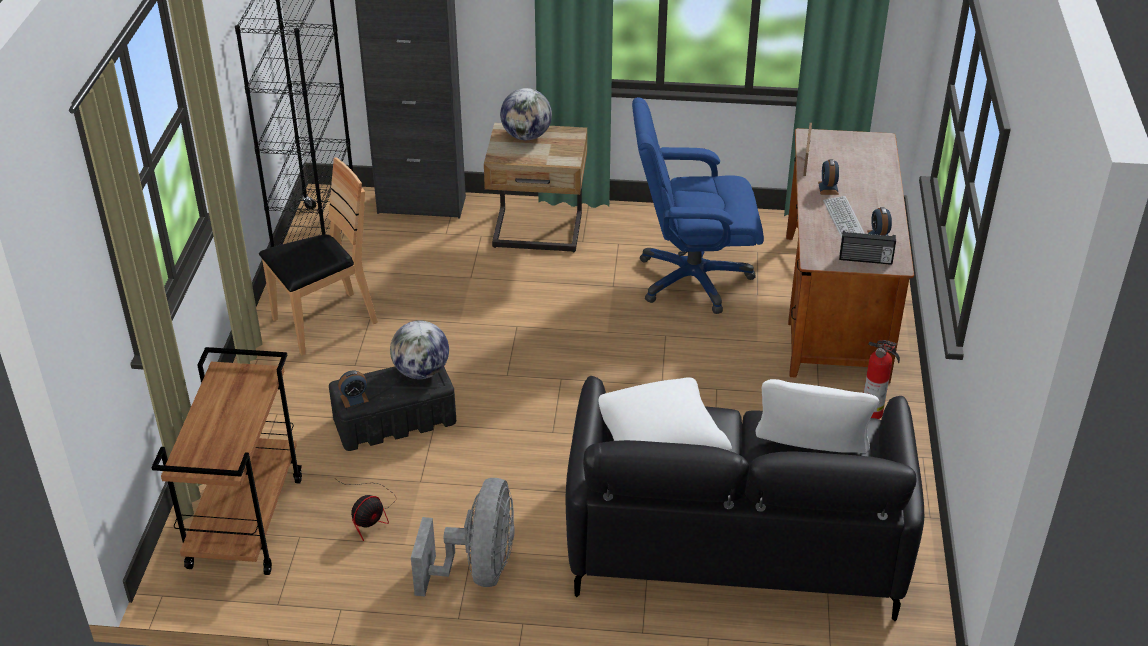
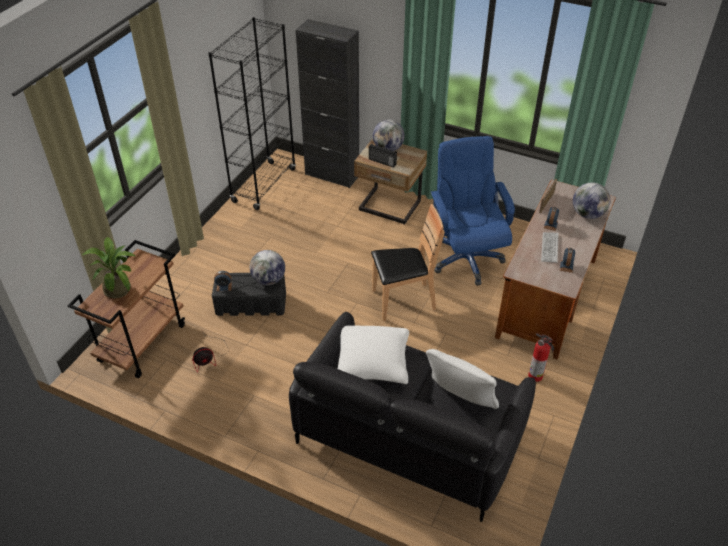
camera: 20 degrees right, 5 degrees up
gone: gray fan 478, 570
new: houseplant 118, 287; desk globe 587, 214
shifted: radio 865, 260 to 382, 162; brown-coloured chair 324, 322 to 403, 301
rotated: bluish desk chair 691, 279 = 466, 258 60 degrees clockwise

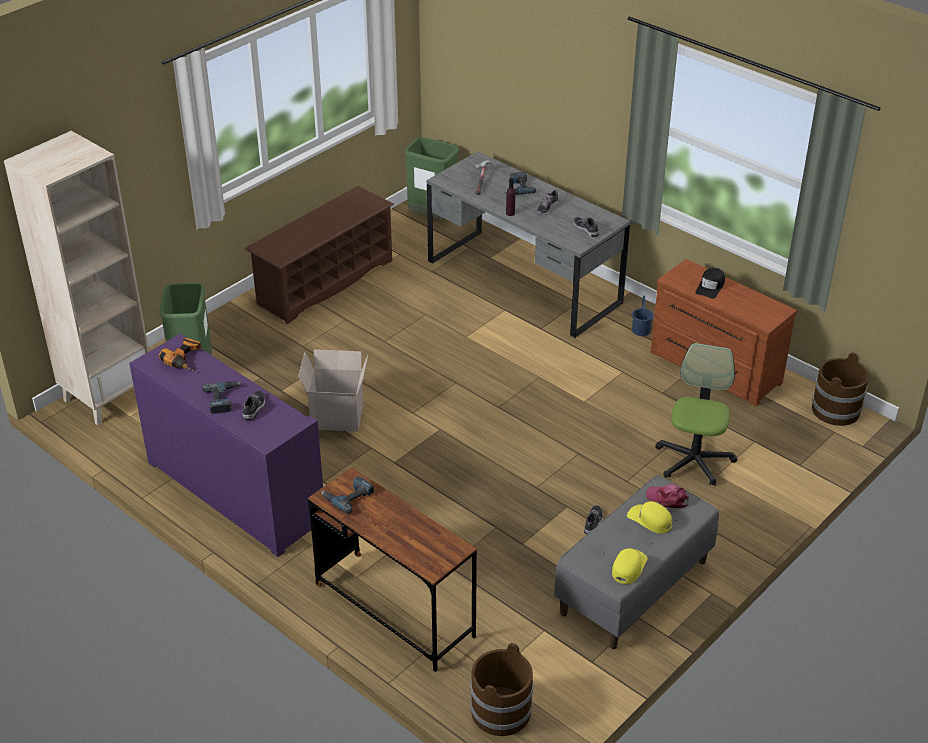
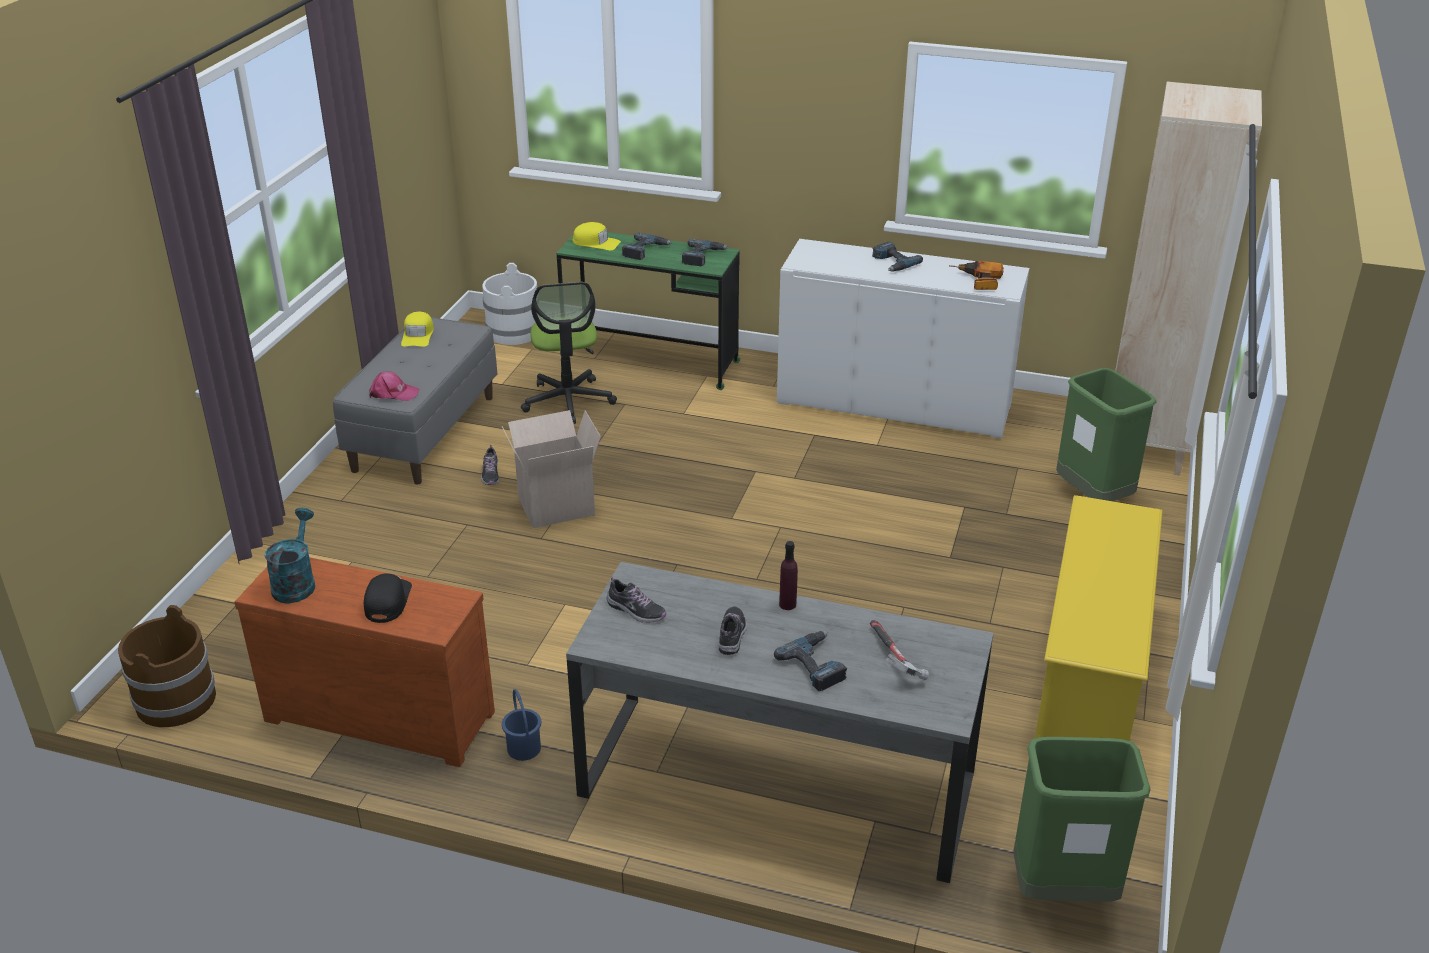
camera: 155 degrees right, 5 degrees down
gone: item of footwear 254, 408
new: turquoise sprinkling can 296, 583; electric drill 645, 250
shifted: carton 336, 418 to 557, 505; desk chair 694, 460 to 568, 401; yellow peaked cap 650, 520 to 596, 243
repainted: brown-coloured water bucket 501, 710 to whitish water bucket 514, 332; brown-coloured desk unit 394, 610 to green-coloured desk unit 651, 364; purple cupboard 235, 491 to whitish cupboard 894, 404; brown-coloured shoe stand 325, 282 to yellow shoe stand 1089, 674

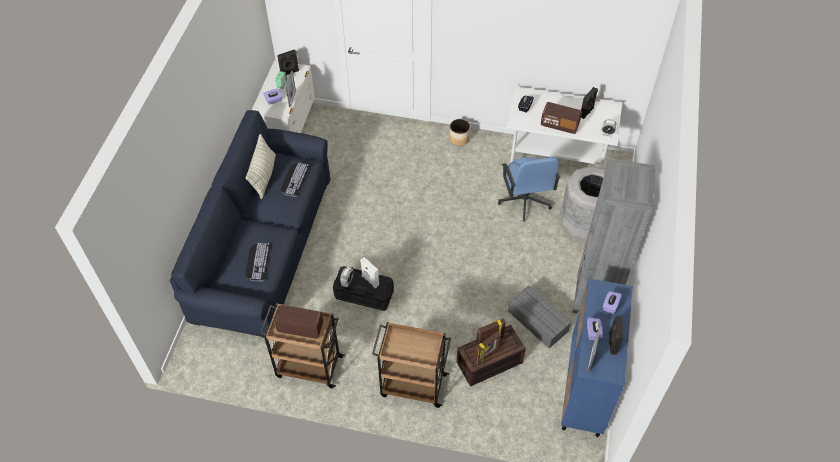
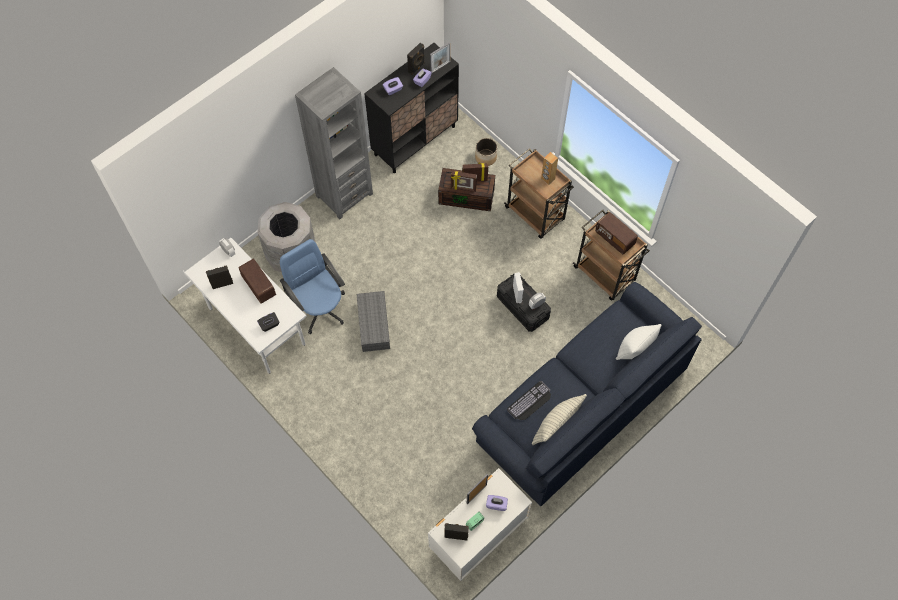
camera: 145 degrees left, 10 degrees up
gone: PC keyboard 257, 261
new: brown-coloured speaker 547, 179; whitish pillow 634, 349
shifted: gray storage box 539, 321 to 373, 324; plant pot 459, 139 to 485, 157
repainted: bluish cupboard 585, 388 to blackish cupboard 415, 140
rotated: bluish desk chair 524, 201 = 320, 307 60 degrees counterclockwise

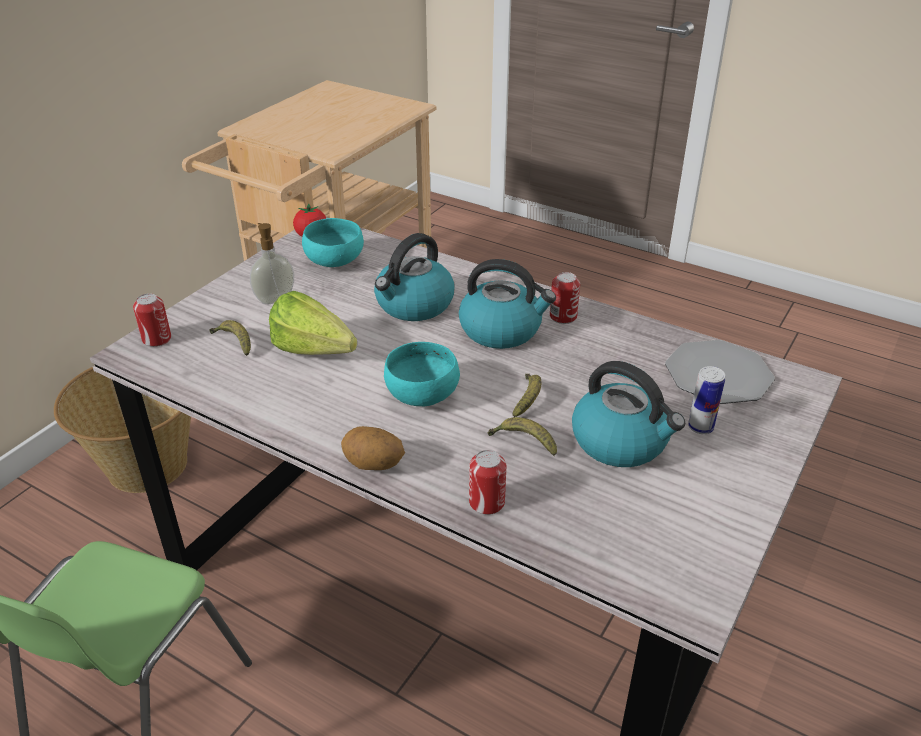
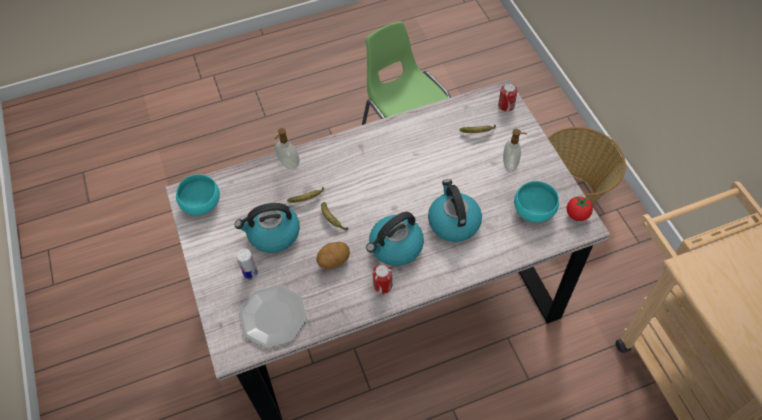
camera: 130 degrees right, 20 degrees up
gone: lettuce head 318, 354
shifted: turquoise deep dish 421, 394 to 202, 204; whole potato 373, 465 to 334, 261
swapped: can 486, 502 to soap dispenser 288, 164

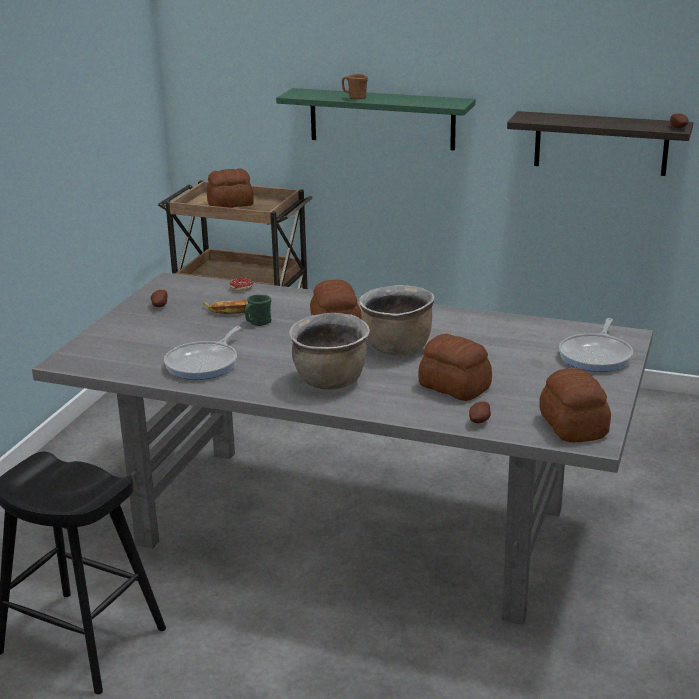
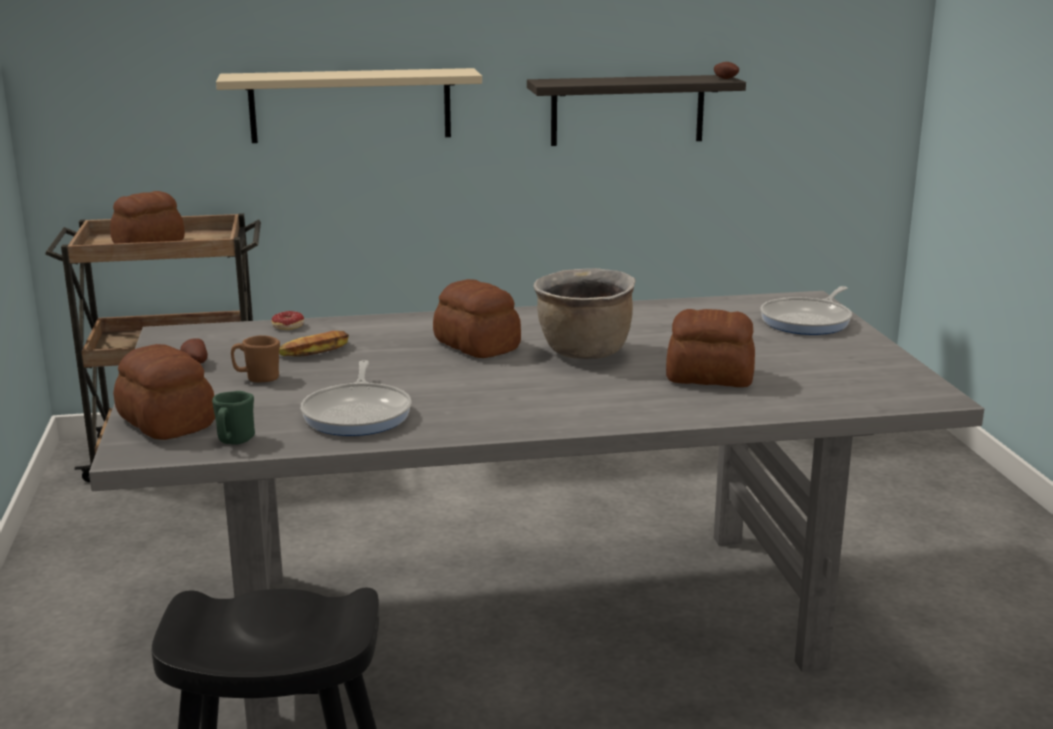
camera: 30 degrees left, 5 degrees down
gone: brown-coloured stockpot 330, 382; whole potato 480, 421
shifted: bread 573, 425 to 167, 421; green-coloured tea mug 258, 323 to 233, 441; brown-coloured tea mug 355, 98 to 258, 378
repainted: green-coloured bracket shelf 382, 119 to sand-coloured bracket shelf 350, 105
rotated: skillet 596, 356 = 808, 321 45 degrees clockwise

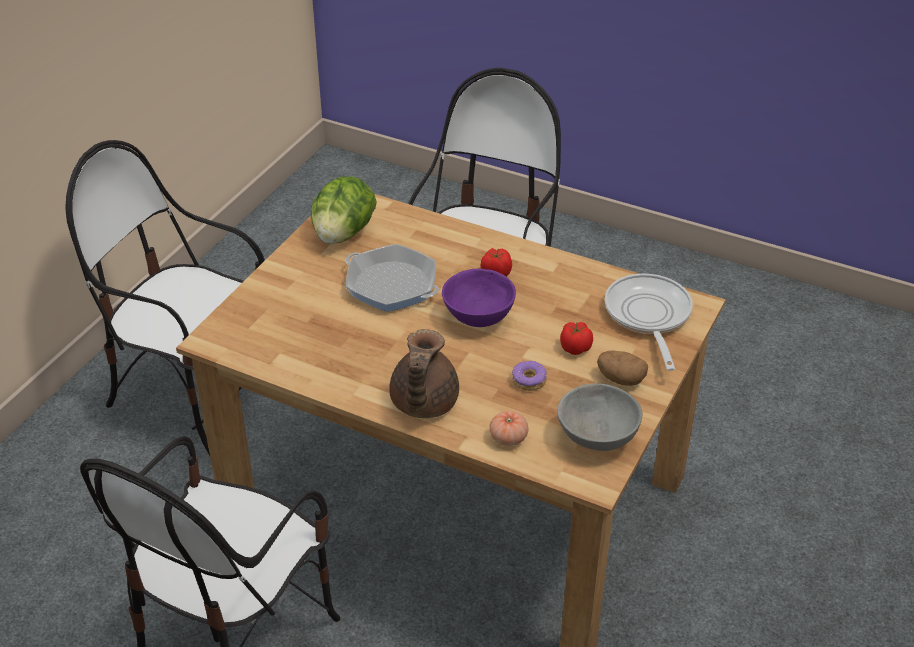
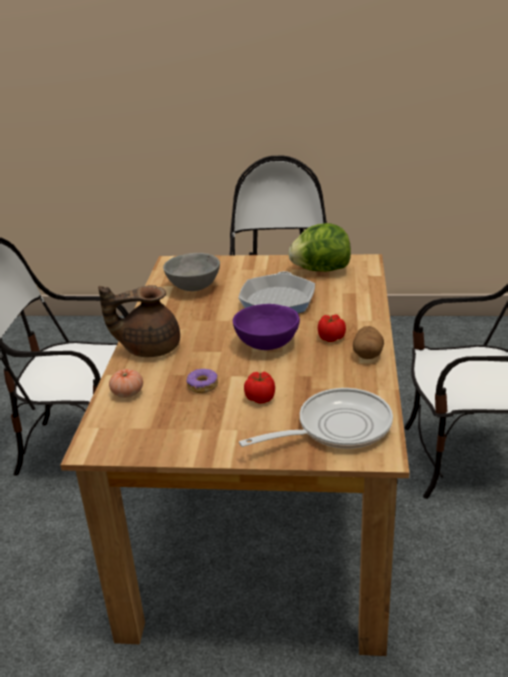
camera: 70 degrees right, 10 degrees down
shifted: gray deep dish 596, 439 to 193, 287; whole potato 620, 379 to 367, 354

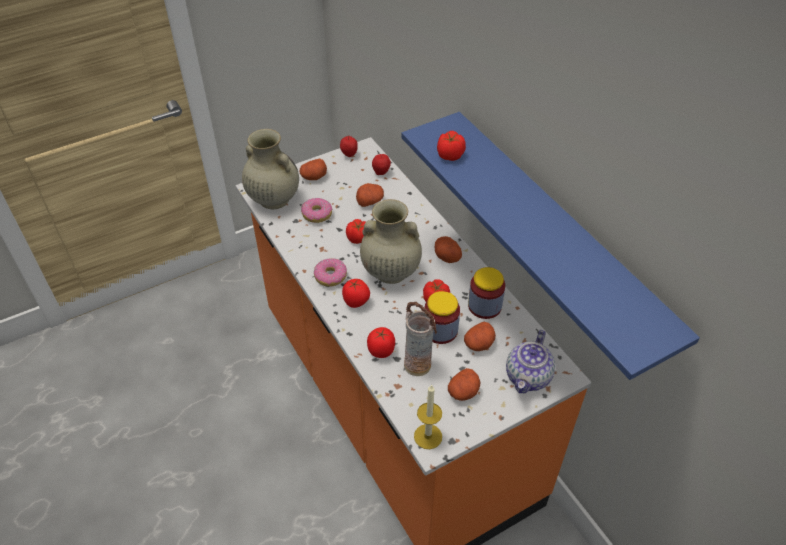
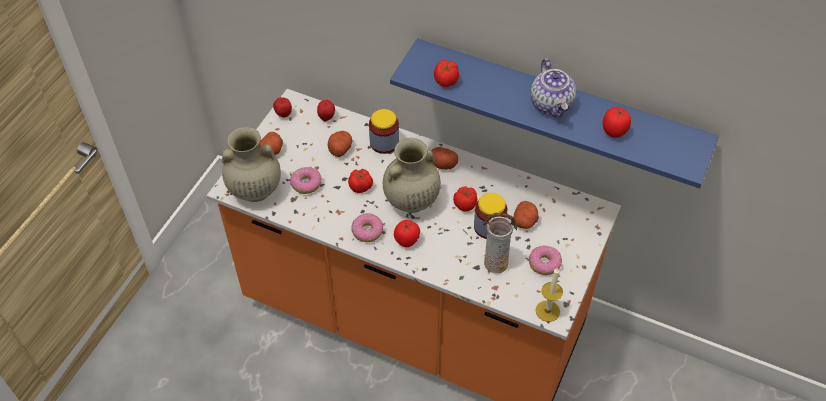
camera: 35 degrees left, 5 degrees up
shifted: preserve jar 484, 306 to 384, 143; tea pot 528, 377 to 552, 104; fresh tomato 381, 351 to 614, 131
swapped: whole potato 463, 392 to donut 544, 264

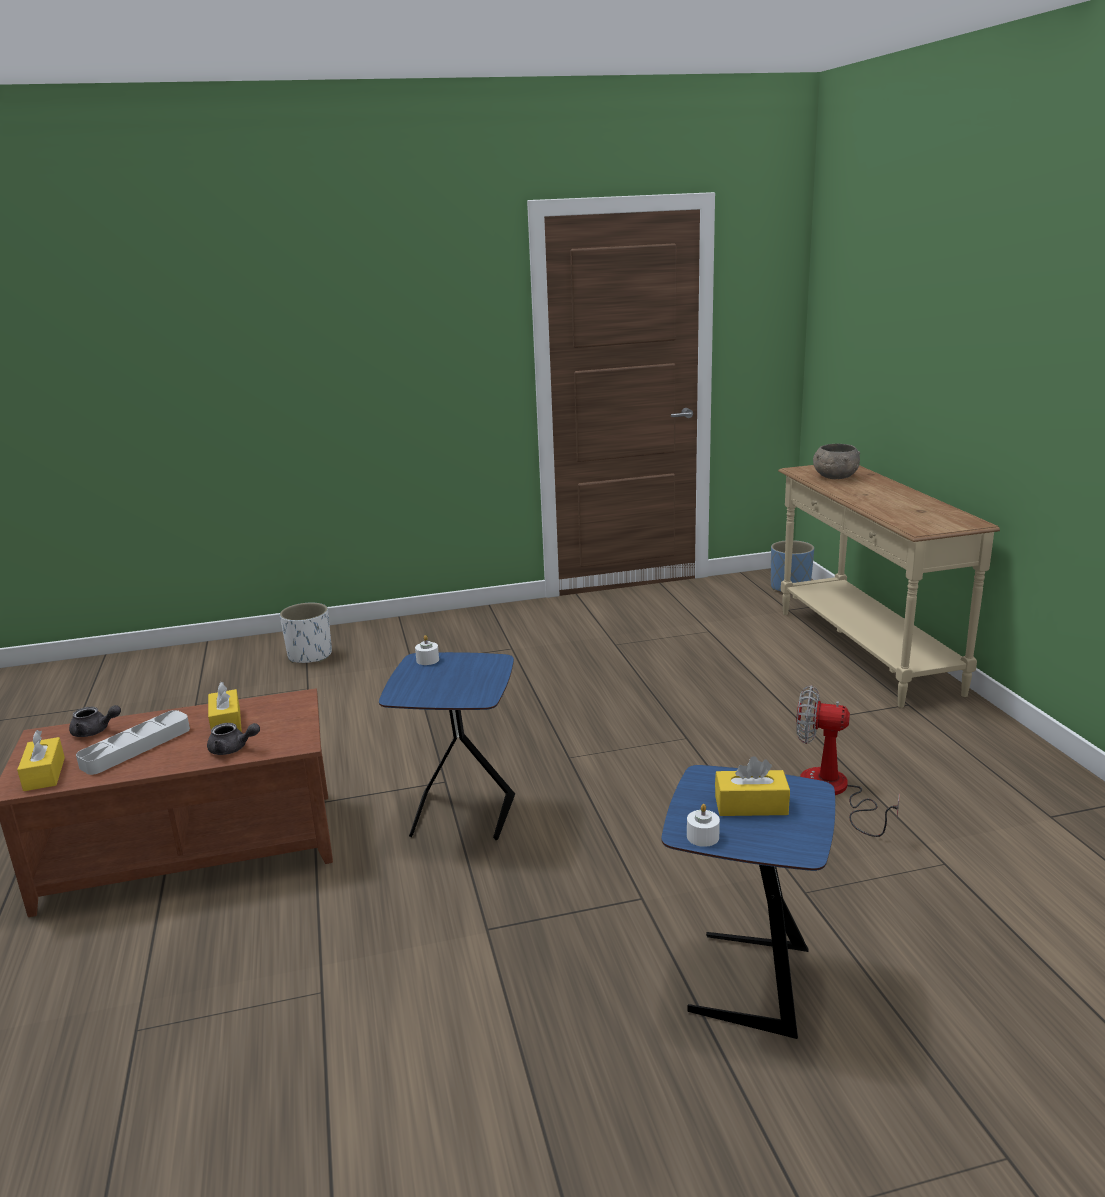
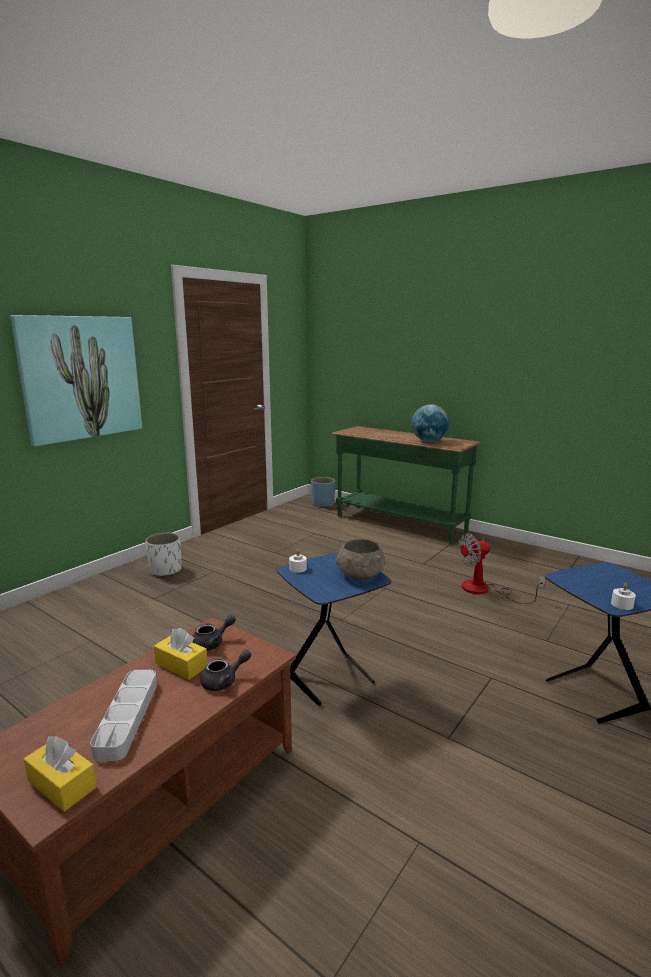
camera: 40 degrees left, 5 degrees down
gone: yellow box of tissues 751, 805
new: picture 81, 378; desk globe 429, 441
shifted: whitish plant pot 310, 656 to 166, 570; gray tea pot 95, 731 to 212, 643; gray deep dish 834, 477 to 360, 575
repainted: sand-coloured console table 863, 651 to green-coloured console table 399, 524

